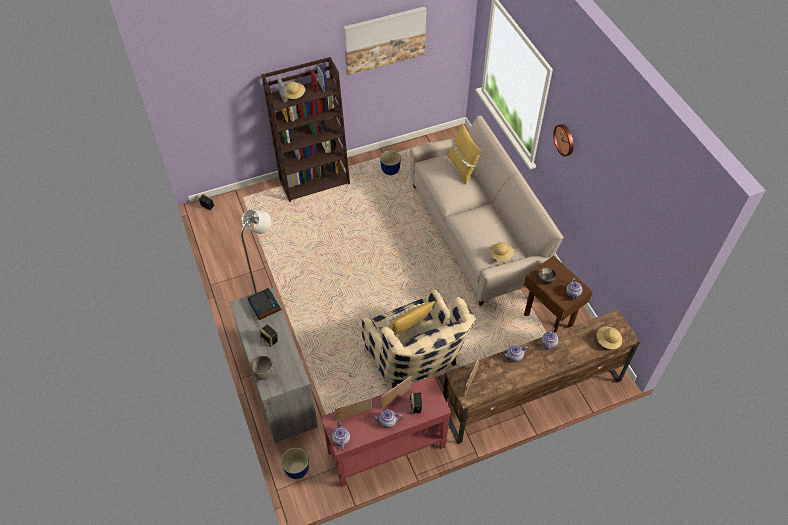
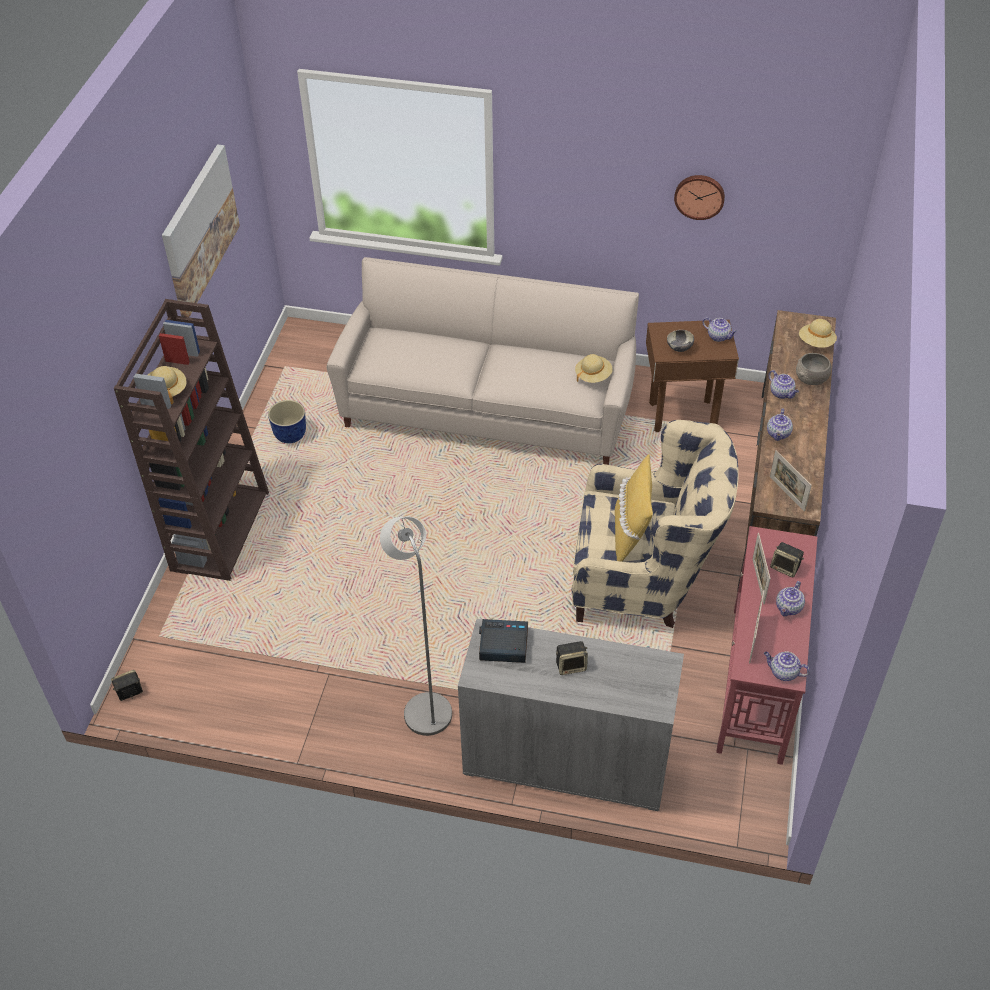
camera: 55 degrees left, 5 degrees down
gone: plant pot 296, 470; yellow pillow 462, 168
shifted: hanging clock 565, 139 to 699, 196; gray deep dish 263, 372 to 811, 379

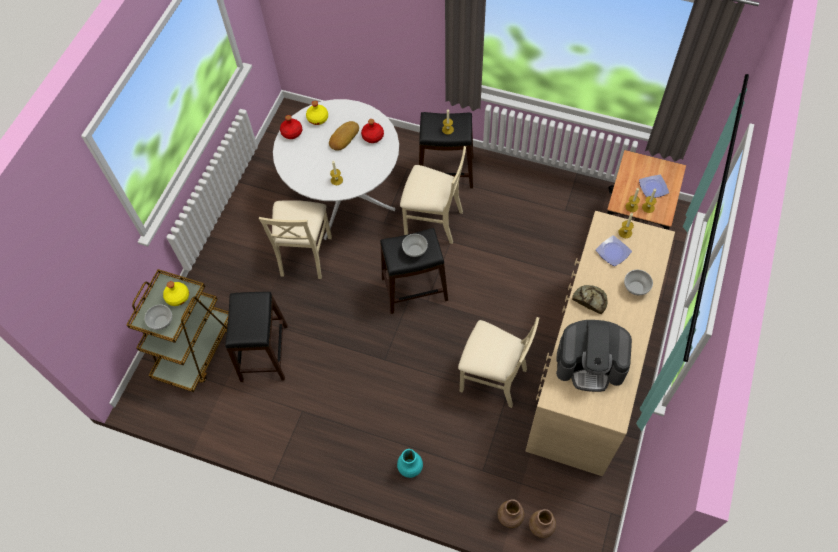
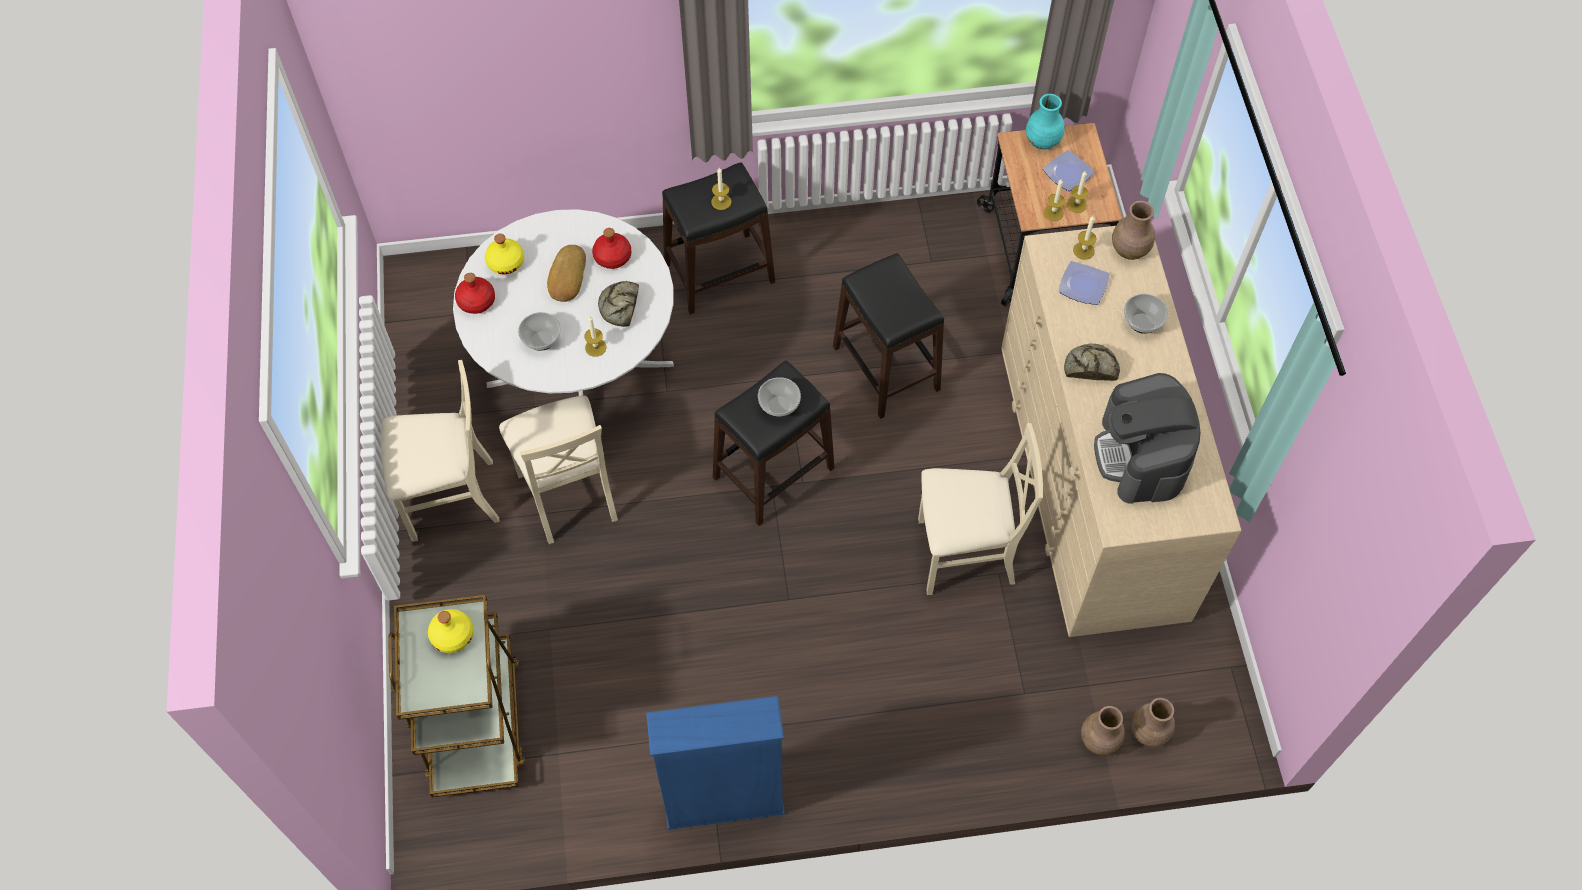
camera: 30 degrees left, 0 degrees up
new: bread 620, 306; bluish bookshelf 724, 803; brown-coloured flower vase 1128, 250
shifted: sand-coloured chair 433, 221 to 450, 498; deep dish 162, 322 to 542, 341; blackish stool 264, 353 to 885, 369; turquoise flower vase 410, 468 to 1042, 142
rotated: coffee machine 590, 364 = 1141, 456 105 degrees clockwise

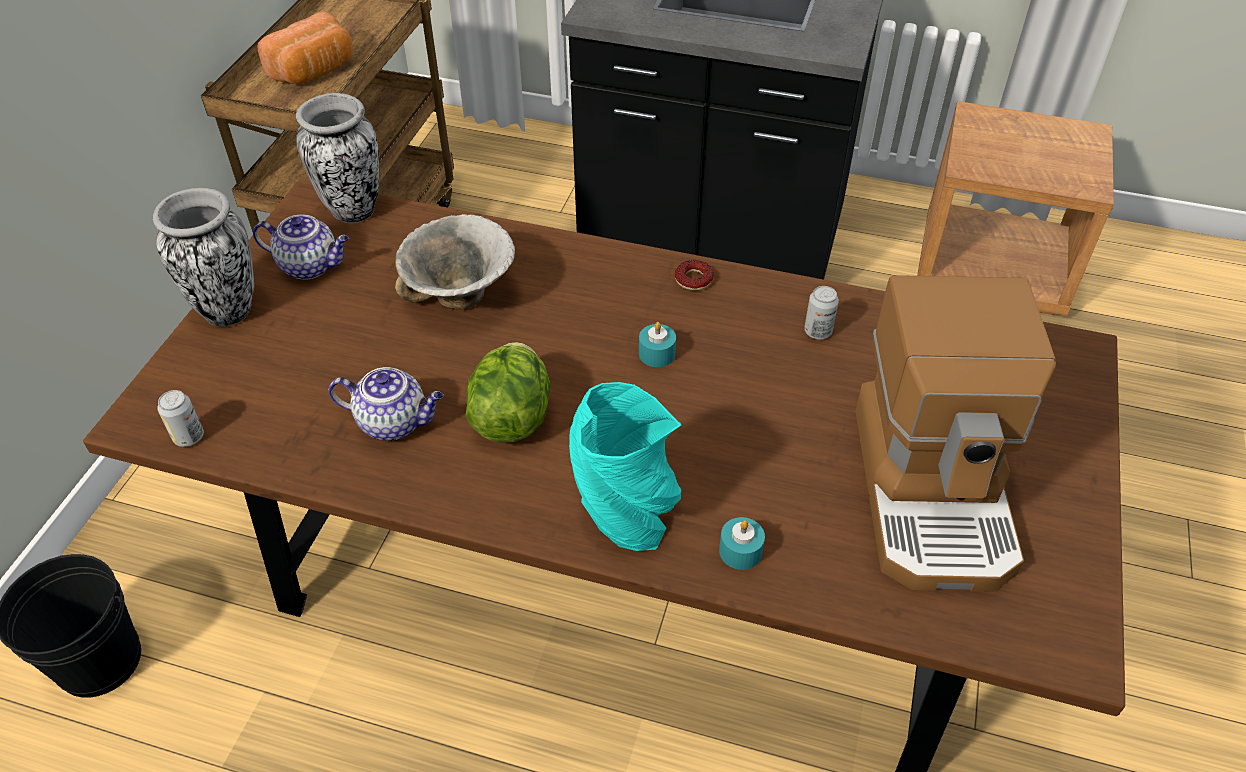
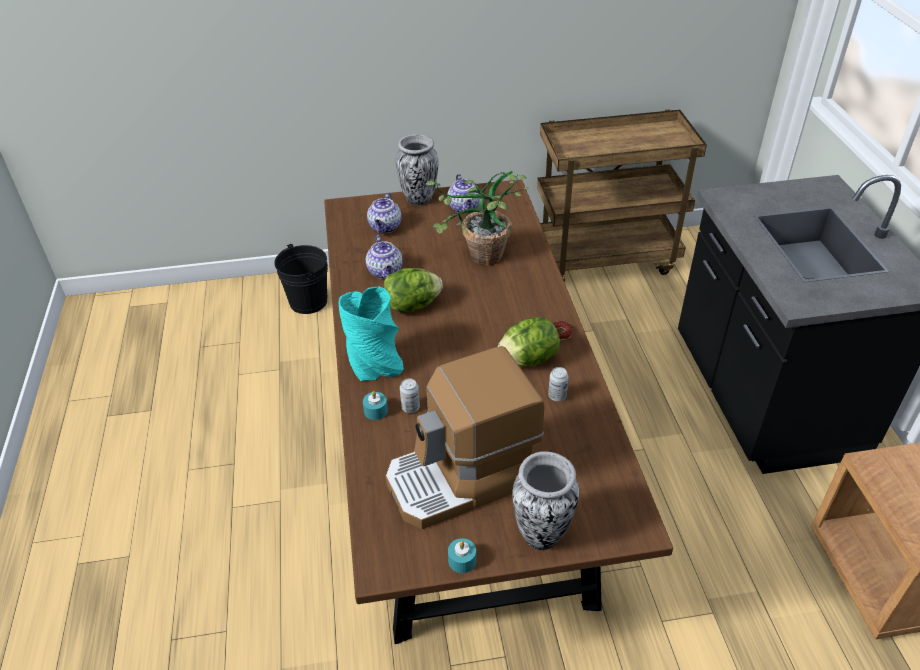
camera: 65 degrees right, 5 degrees down
gone: bread 315, 71
new: tea pot 385, 227; lettuce head 528, 359
shifted: can 189, 437 to 410, 407; turquoise wax light 657, 354 to 462, 560; flower vase 353, 209 to 542, 534
swapped: deep dish 460, 298 to houseplant 479, 259

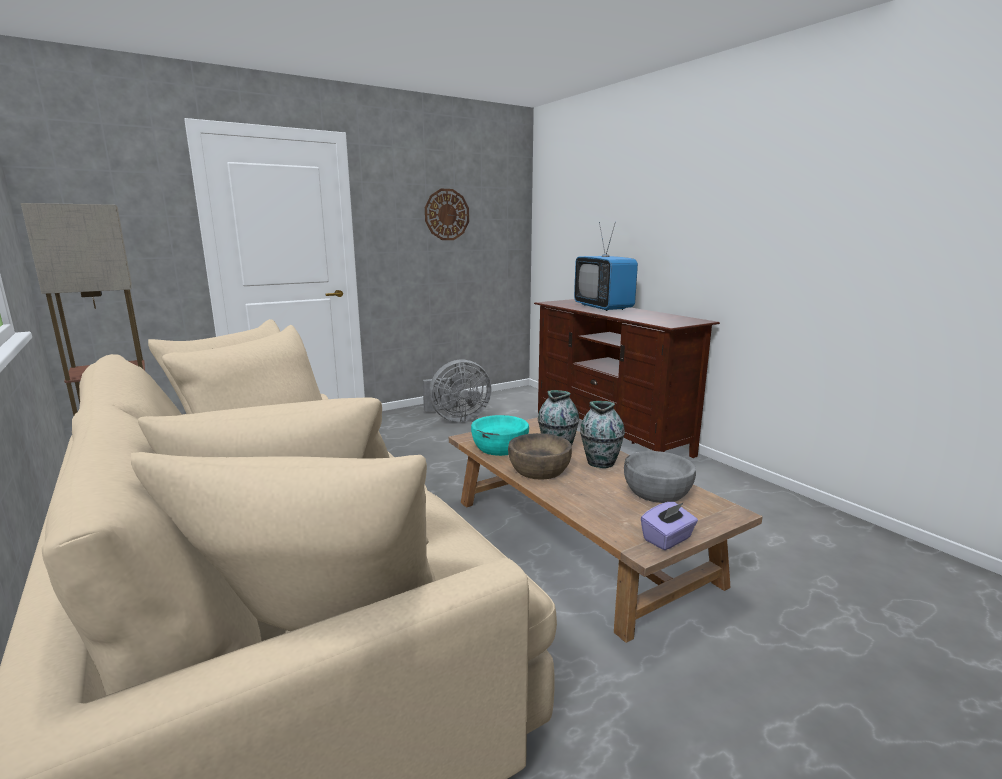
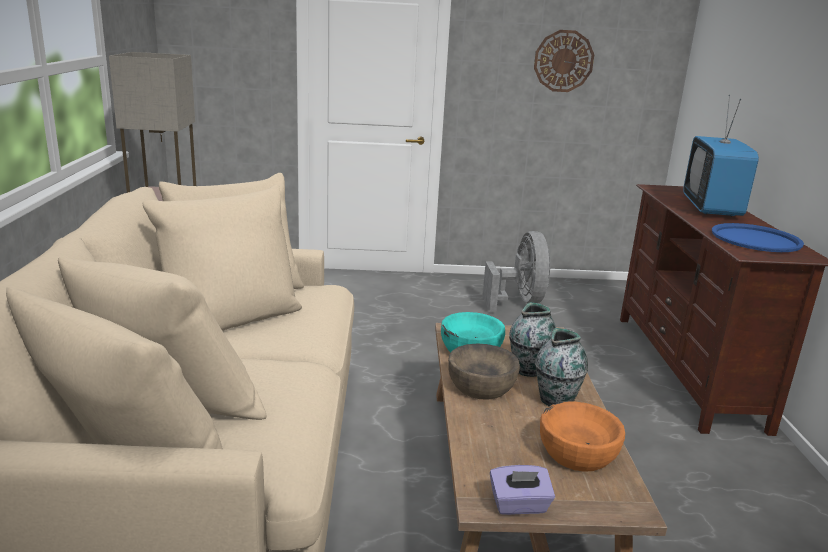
camera: 30 degrees right, 5 degrees up
new: bluish carrying tray 755, 239
repainted: gray deep dish 657, 491 to orange-coloured deep dish 577, 453
rotated: gray fan 456, 418 = 519, 302 105 degrees counterclockwise

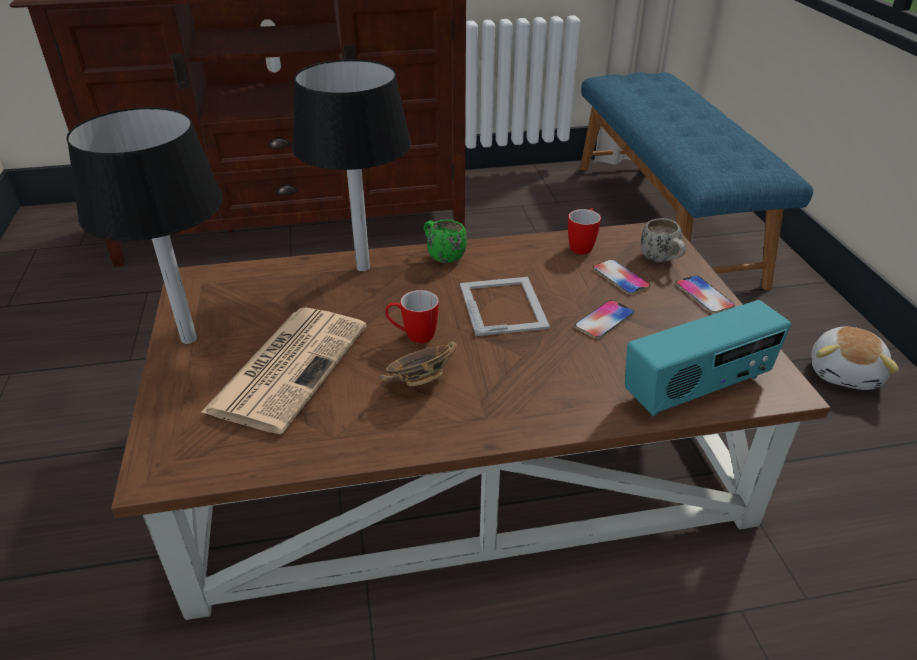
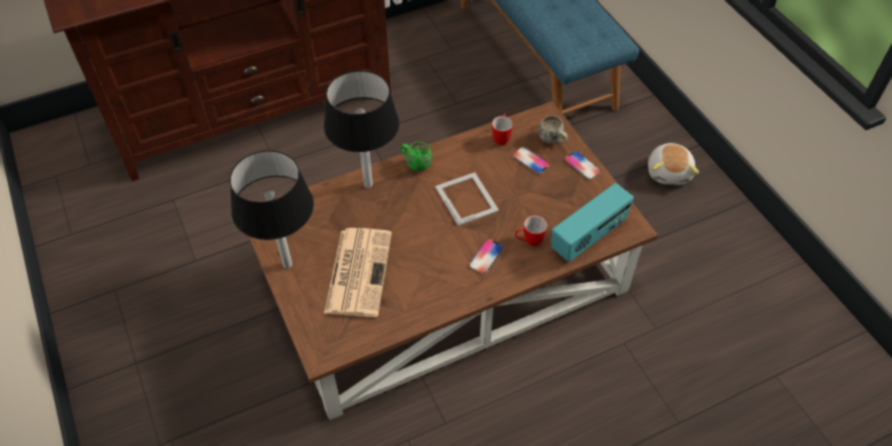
camera: 15 degrees left, 15 degrees up
gone: deep dish 419, 380
shifted: phone 604, 320 to 486, 256; tea mug 413, 336 to 528, 241

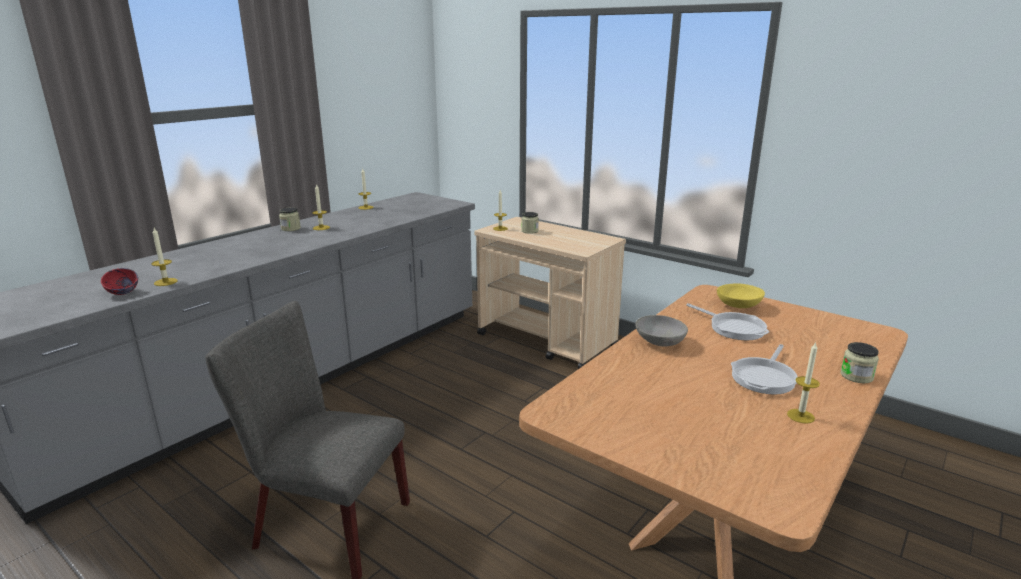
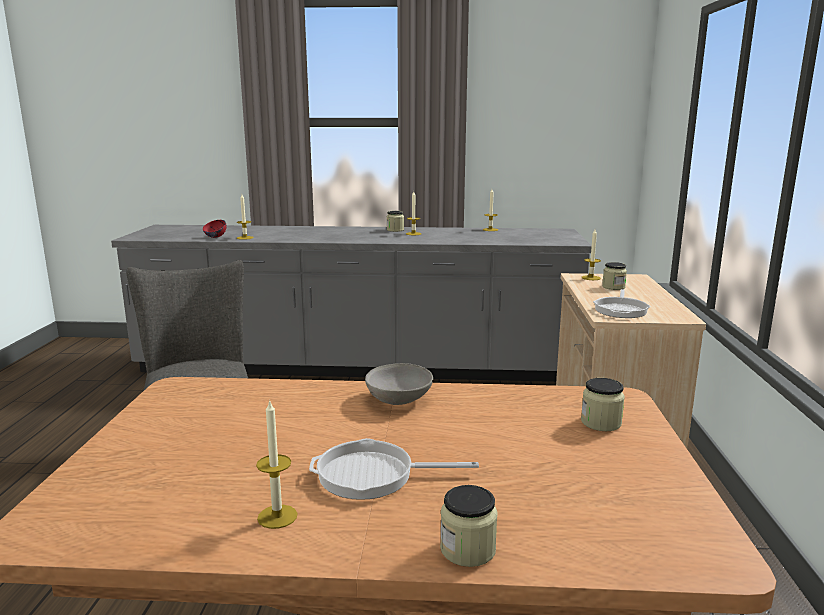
camera: 55 degrees right, 5 degrees down
shifted: skillet 734, 328 to 621, 310
swapped: yellow deep dish 738, 306 to preserve jar 601, 422

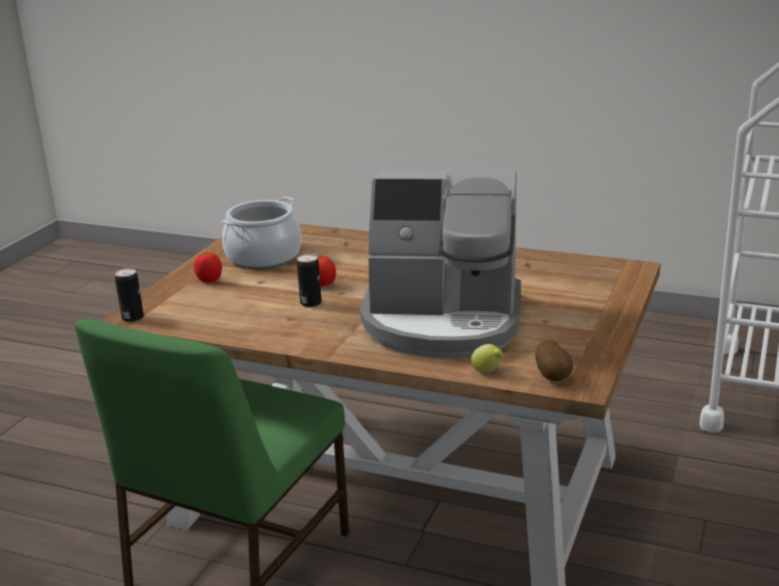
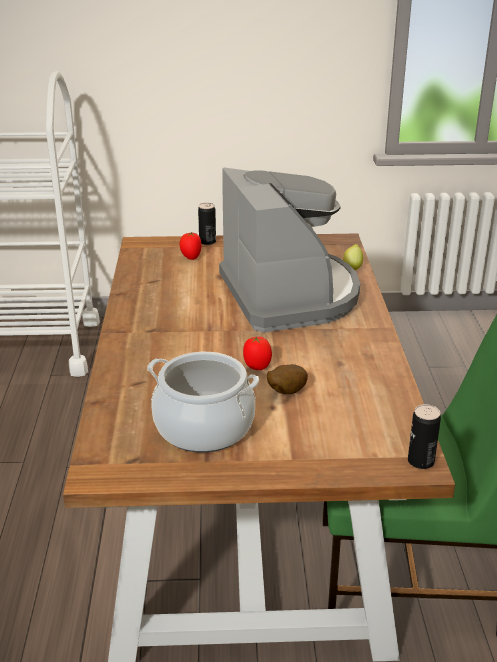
camera: 115 degrees left, 5 degrees up
shifted: fresh tomato 209, 280 to 190, 257; can 310, 303 to 207, 242; whole potato 554, 377 to 285, 392

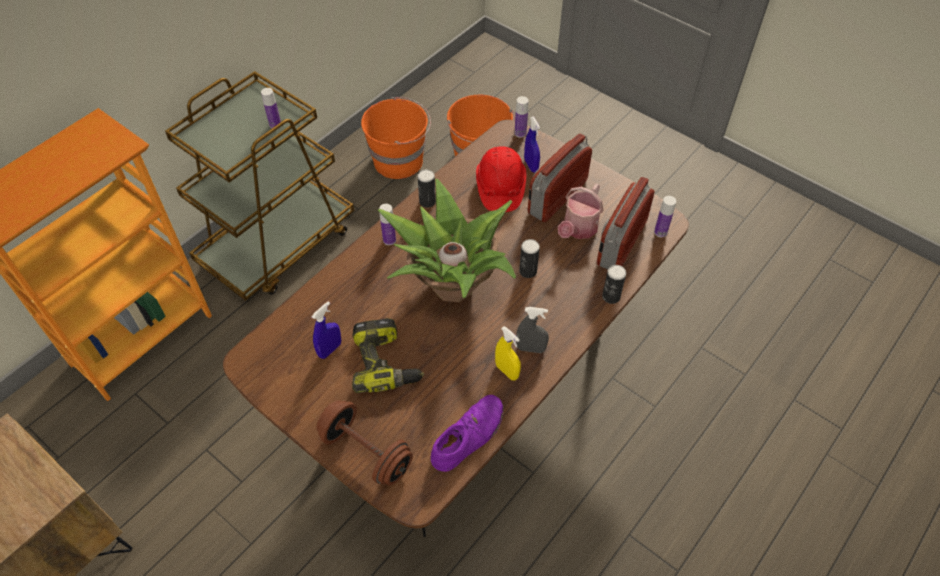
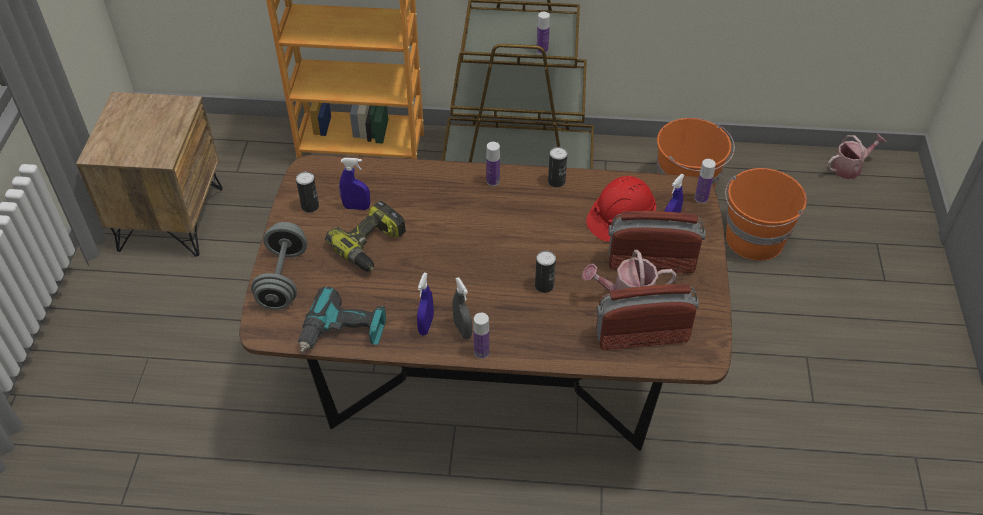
camera: 55 degrees right, 5 degrees down
gone: houseplant 452, 283
new: sprinkling can 850, 167
shifted: can 611, 296 to 310, 206; beverage bottle 660, 232 to 481, 352
swapped: purple item of footwear 468, 436 to electric drill 343, 333
repainted: brown-coloured free weight 366, 452 to gray free weight 283, 279; yellow hand sprayer 507, 371 to bluish hand sprayer 426, 325

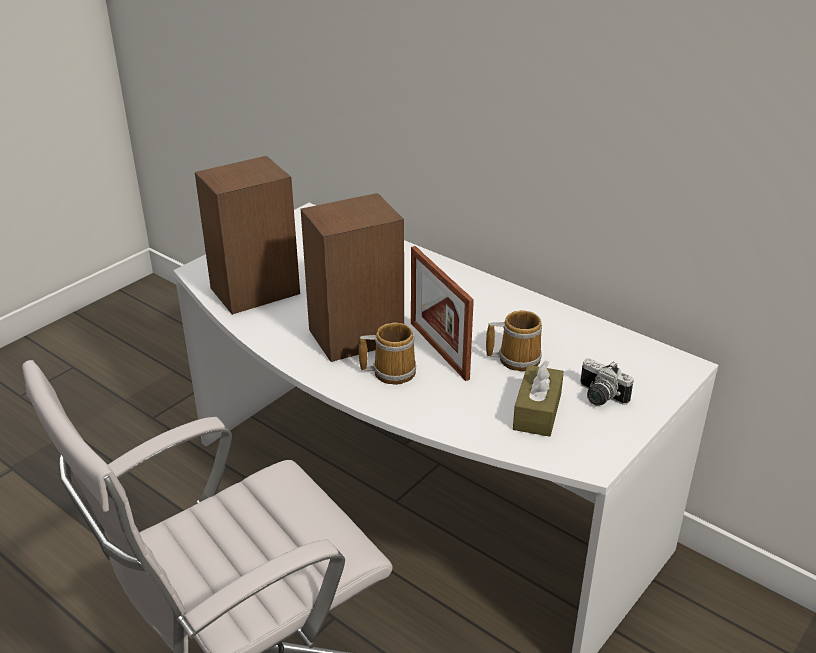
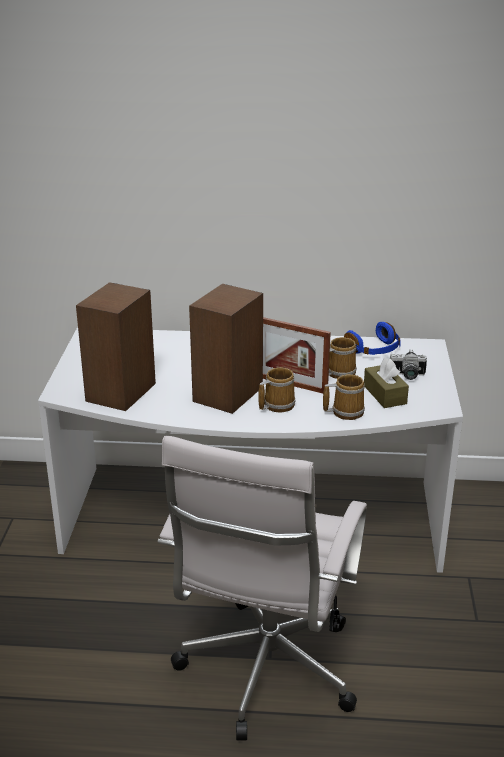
camera: 35 degrees left, 5 degrees down
new: tea mug 345, 411; bluish pair of headphones 374, 350

